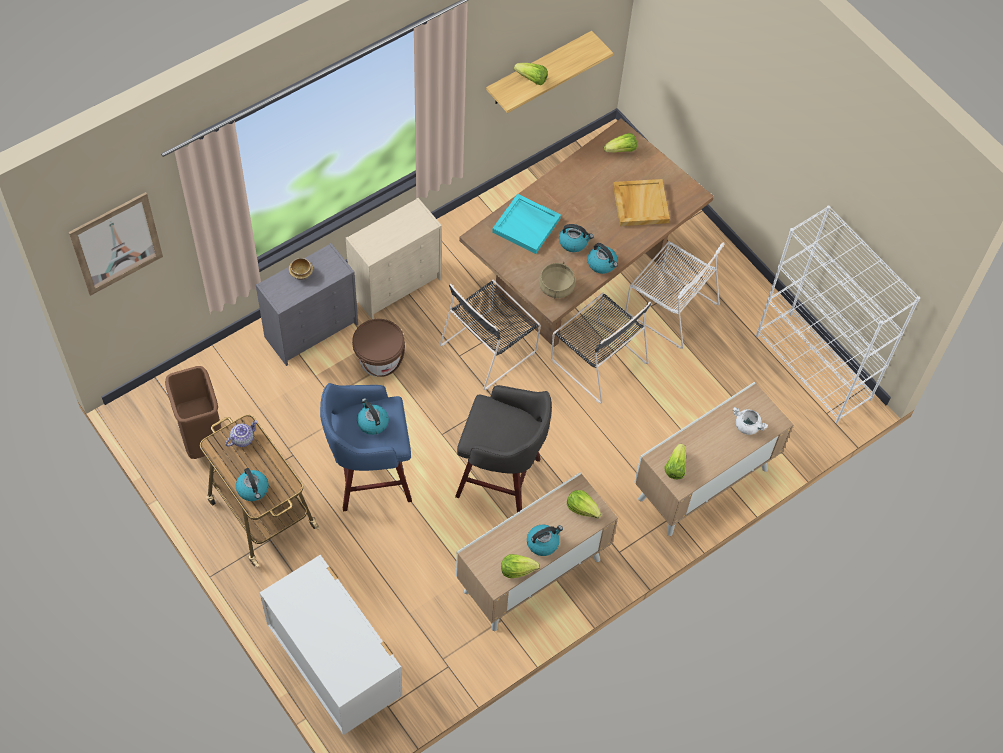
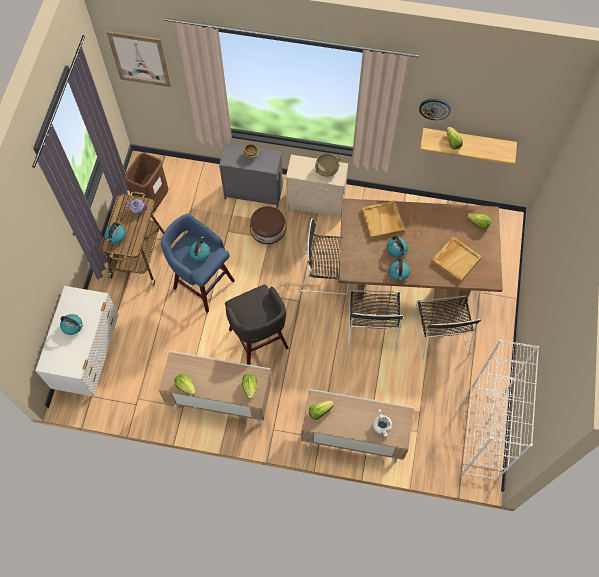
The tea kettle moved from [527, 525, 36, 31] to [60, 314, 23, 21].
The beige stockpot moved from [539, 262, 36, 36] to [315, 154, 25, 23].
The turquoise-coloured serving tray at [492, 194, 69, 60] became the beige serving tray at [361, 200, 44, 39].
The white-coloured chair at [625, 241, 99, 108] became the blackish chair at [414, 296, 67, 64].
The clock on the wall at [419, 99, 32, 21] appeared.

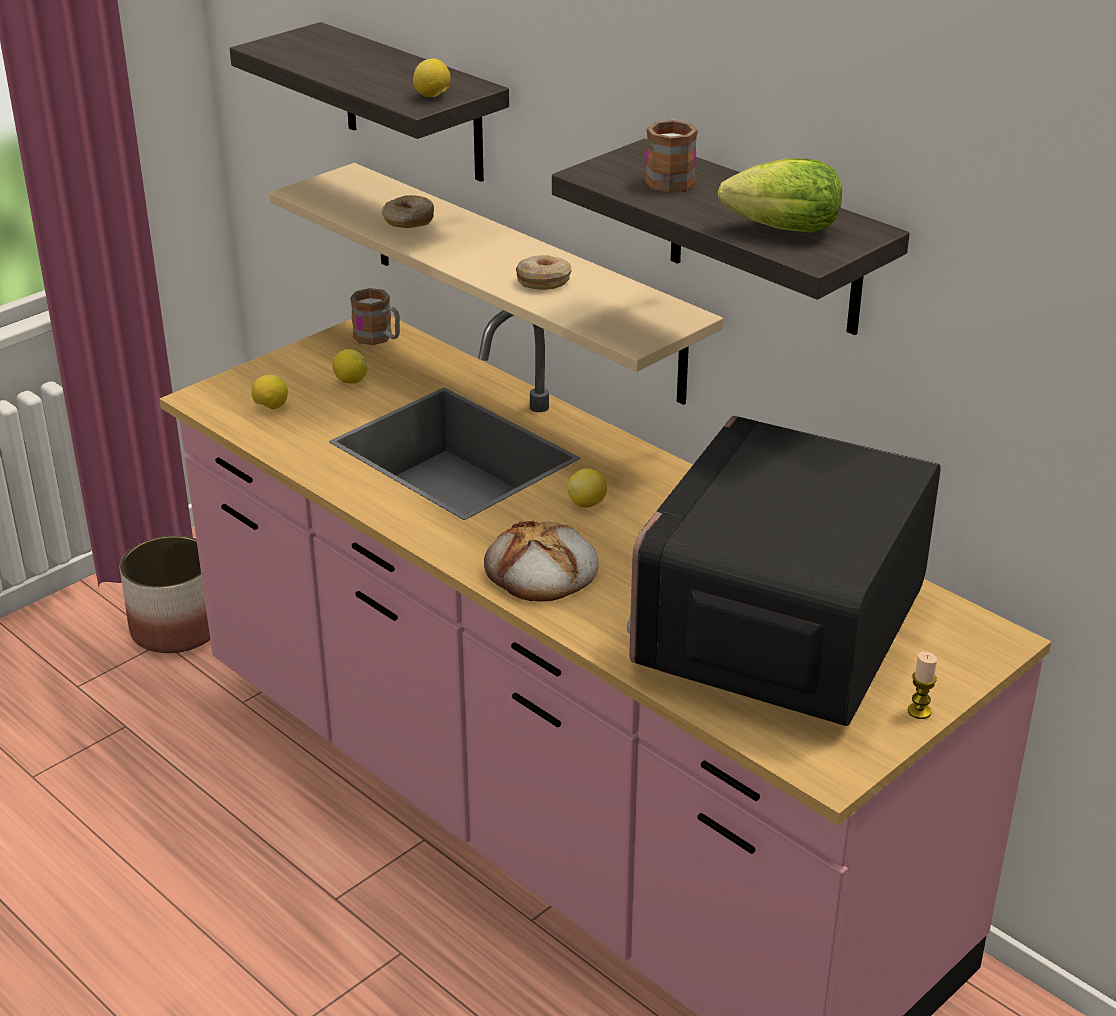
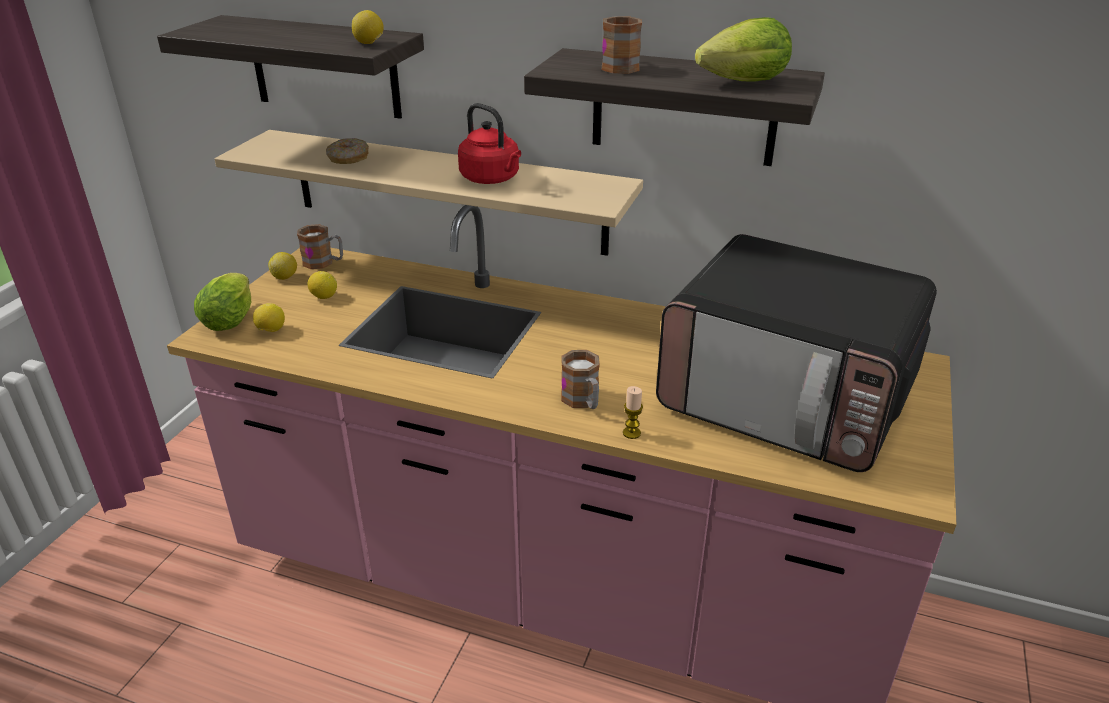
The lettuce head at [194, 273, 57, 58] appeared.
The lemon moved from [568, 468, 39, 40] to [268, 252, 29, 28].
The donut at [516, 255, 56, 35] was replaced by the reddish tea kettle at [458, 103, 63, 81].
The bakery bread at [484, 521, 115, 81] was replaced by the mug at [561, 350, 39, 59].
The wax candle moved from [908, 652, 29, 67] to [623, 386, 20, 53].
The microwave at [627, 416, 313, 310] turned 60 degrees counterclockwise.
The planter at [120, 535, 90, 118] disappeared.

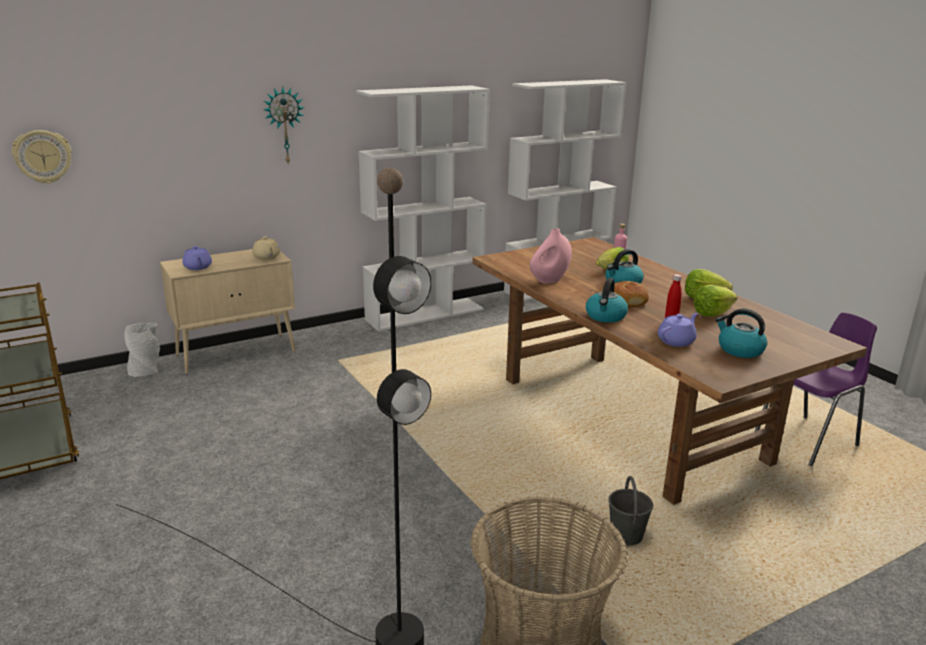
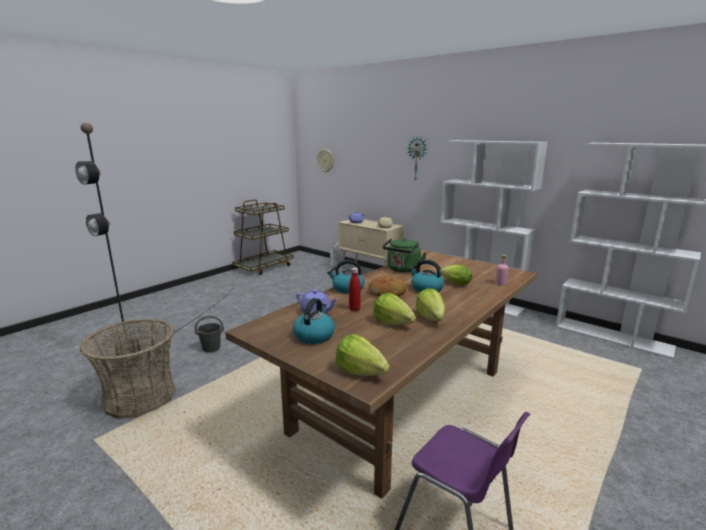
The grey water bucket moved from [608, 476, 45, 69] to [195, 316, 29, 37].
The lettuce head at [336, 334, 54, 42] appeared.
The pink flower vase at [530, 228, 42, 56] was replaced by the green tea kettle at [383, 238, 44, 34].

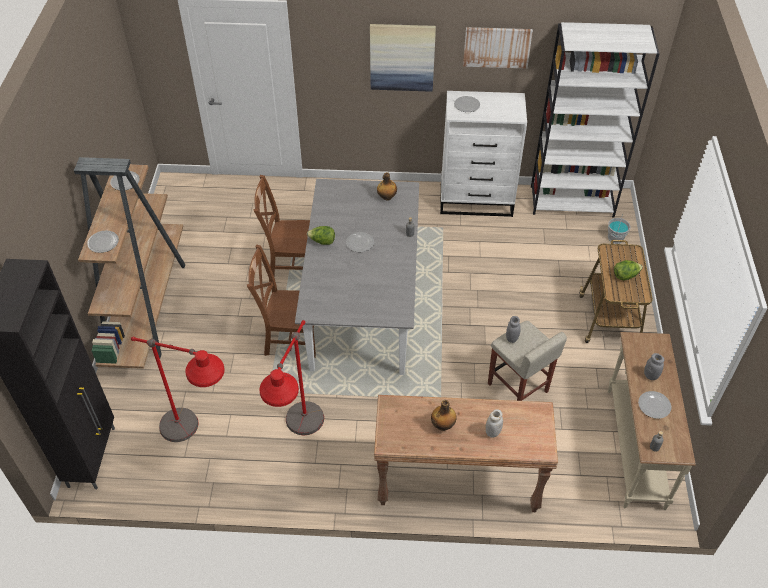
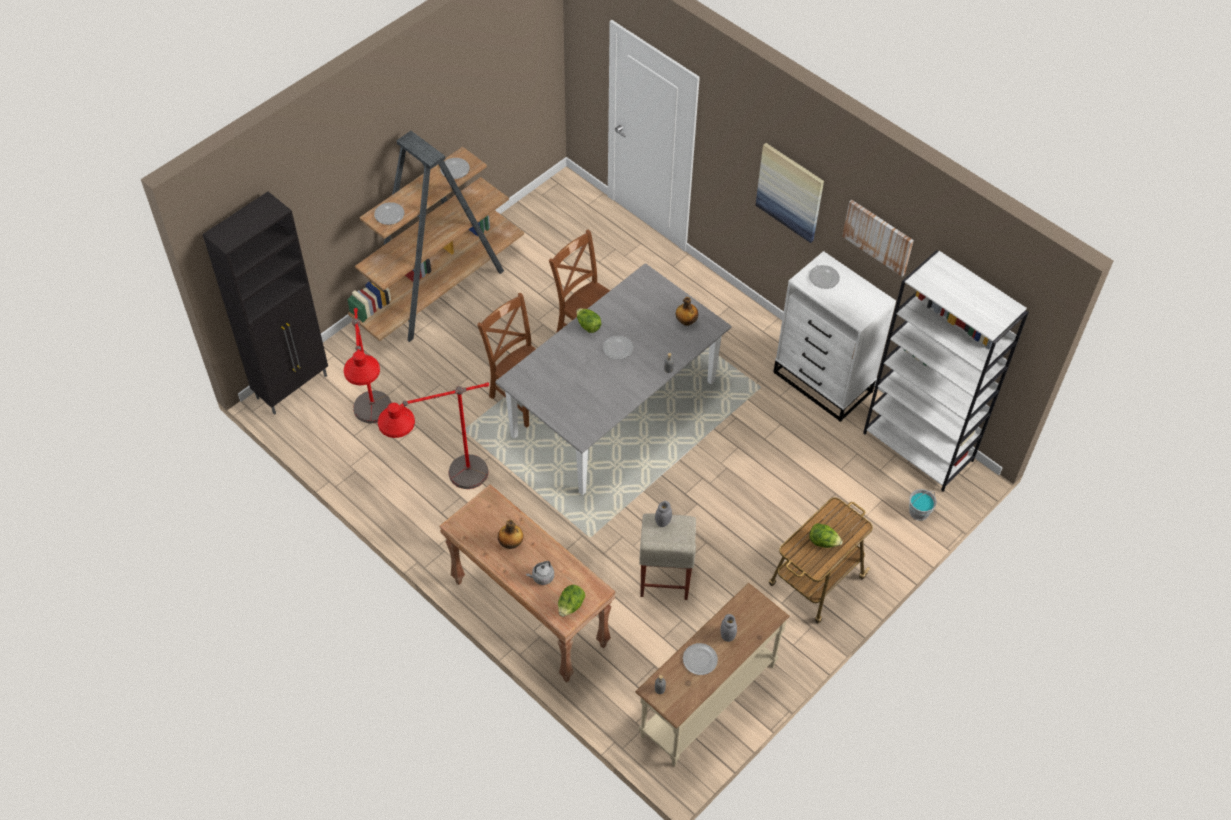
The white-coloured storage jar at [486, 409, 17, 29] was replaced by the grey tea kettle at [526, 561, 28, 24].
The lettuce head at [558, 585, 27, 32] appeared.

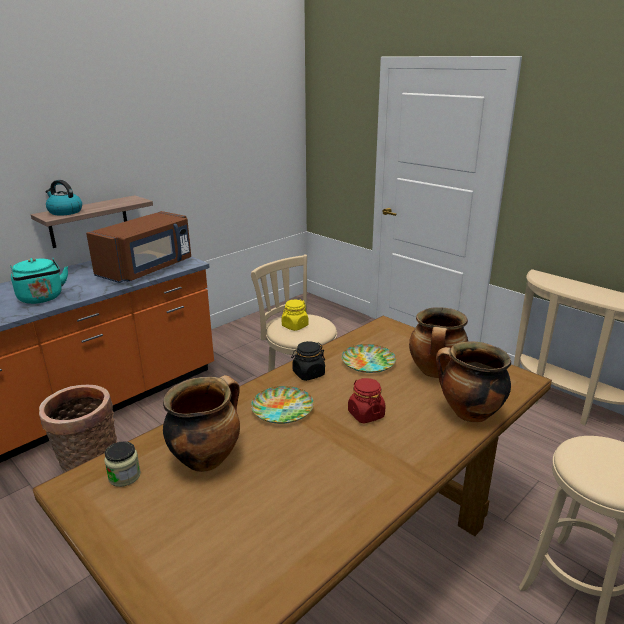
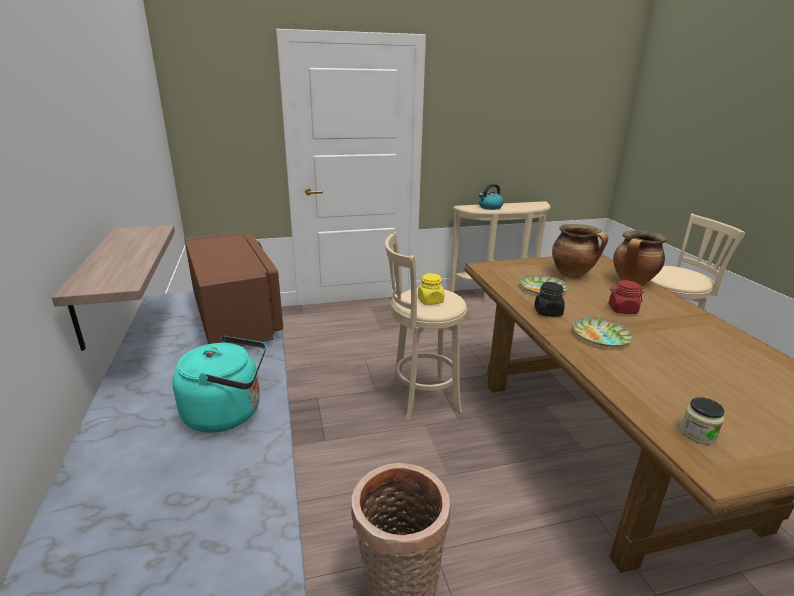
The tea kettle moved from [45, 180, 37, 36] to [479, 184, 25, 26].
The stockpot at [163, 375, 77, 97] disappeared.

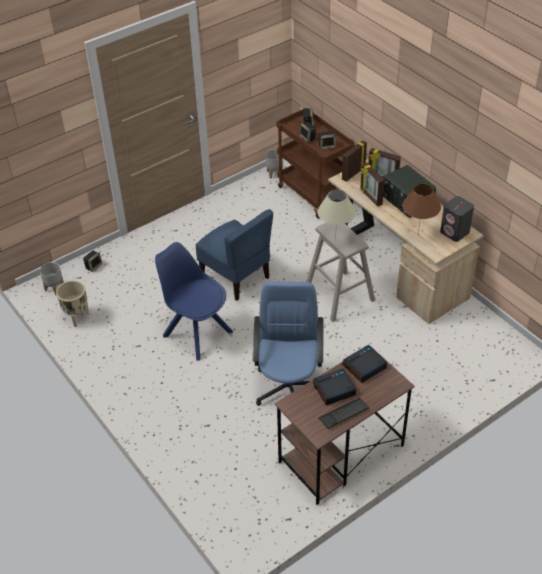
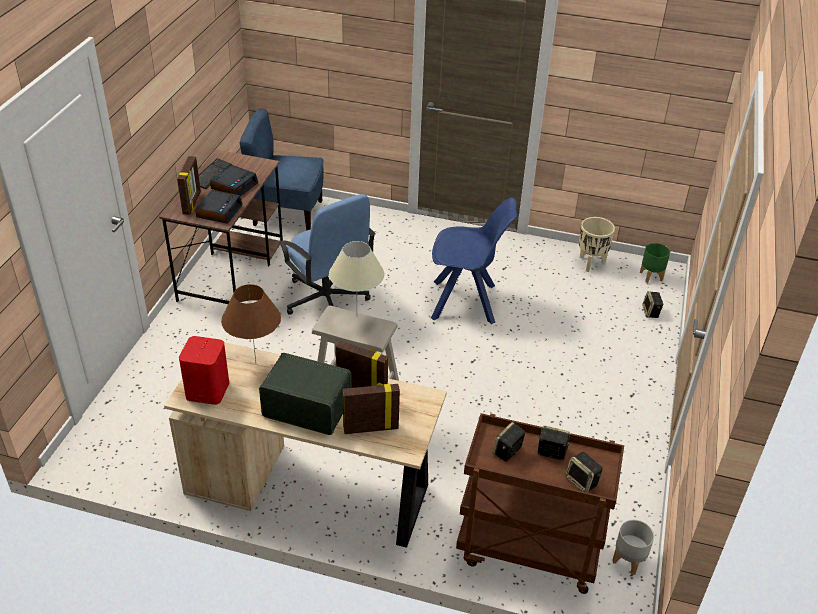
The standing frame moved from [342, 140, 25, 42] to [177, 156, 24, 59].
The grey loudspeaker at [440, 196, 34, 46] became the reddish loudspeaker at [179, 336, 50, 69].
The bluish chair moved from [195, 209, 78, 92] to [240, 109, 84, 122].
The grey planter at [40, 262, 24, 33] became the green planter at [640, 243, 30, 40].

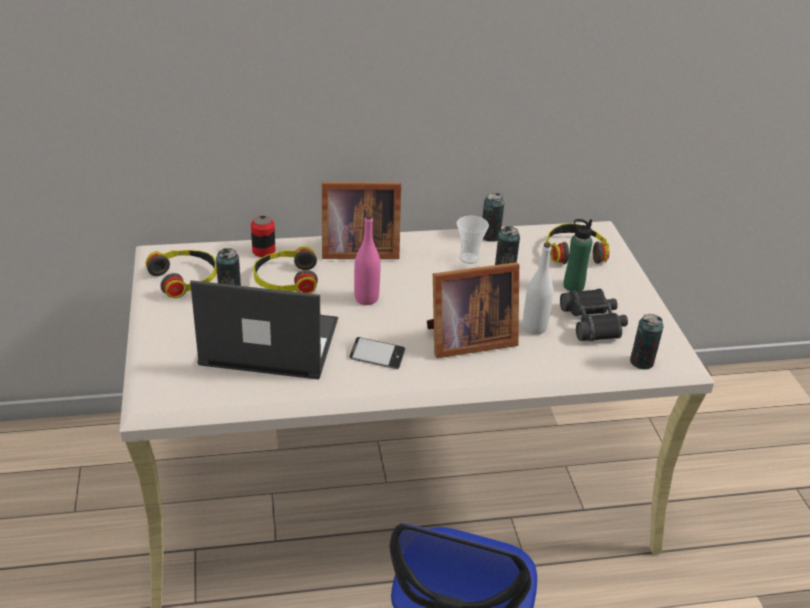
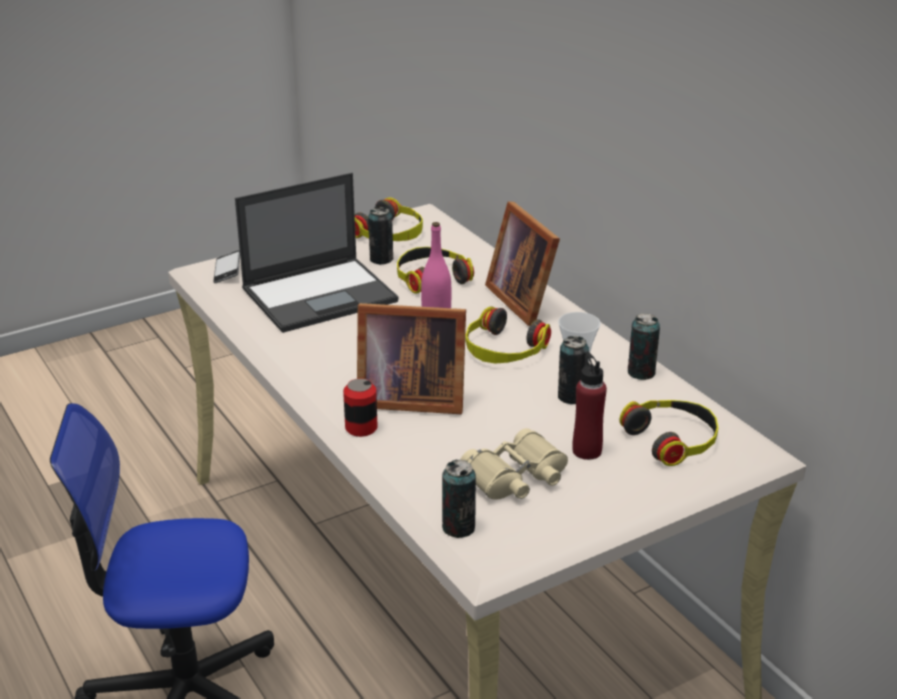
The phone moved from [349, 337, 57, 32] to [213, 250, 27, 33].
The notebook computer at [190, 280, 148, 100] turned 75 degrees clockwise.
The sealed can moved from [251, 216, 24, 41] to [343, 378, 35, 59].
The standing frame at [427, 262, 92, 96] turned 45 degrees counterclockwise.
The blackish field glasses at [560, 288, 68, 53] became the beige field glasses at [460, 428, 108, 72].
The pair of headphones at [465, 306, 86, 58] appeared.
The green beverage bottle at [564, 219, 29, 72] became the reddish beverage bottle at [572, 352, 35, 108].
The white-coloured beverage bottle at [523, 242, 30, 93] disappeared.

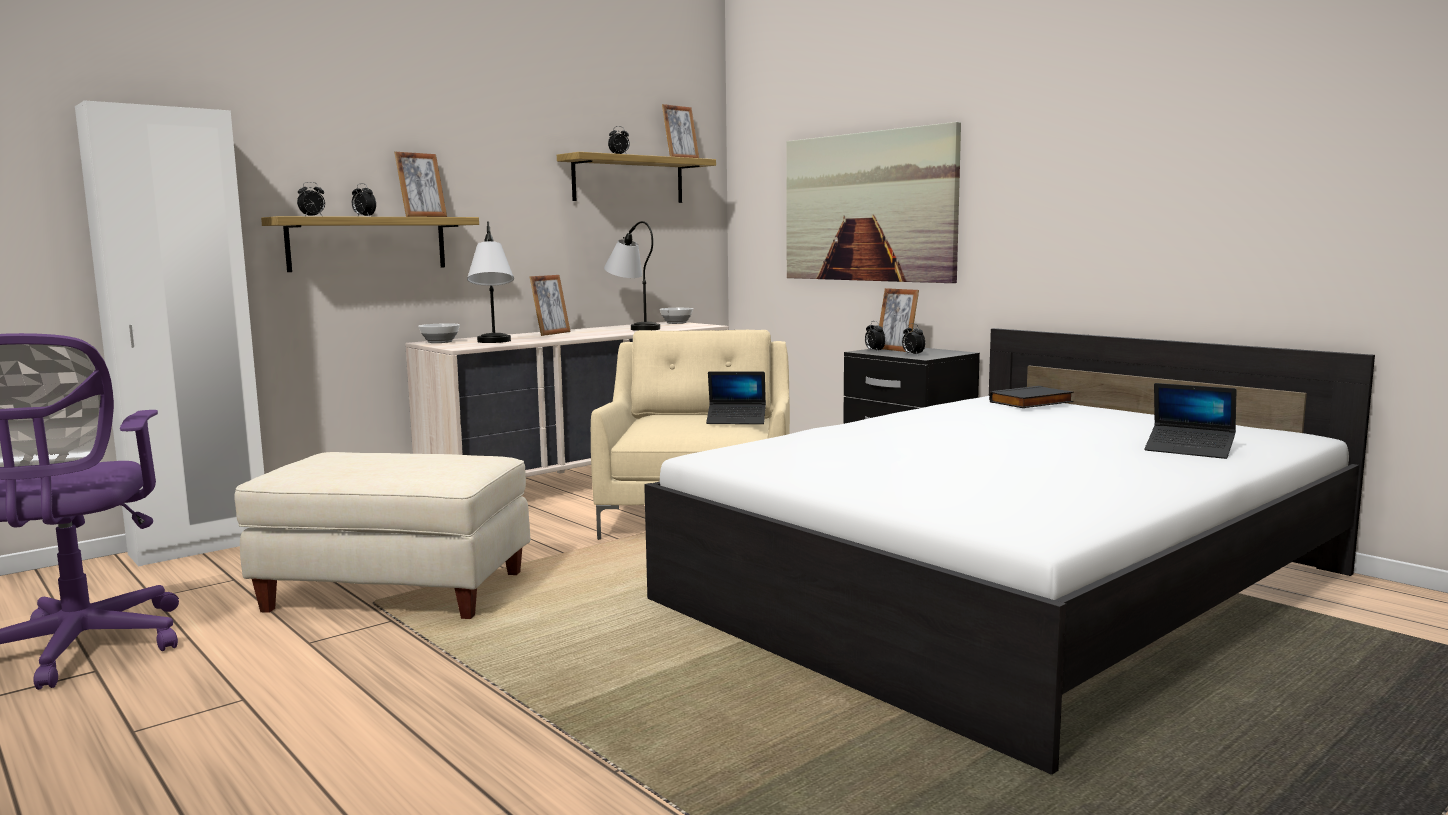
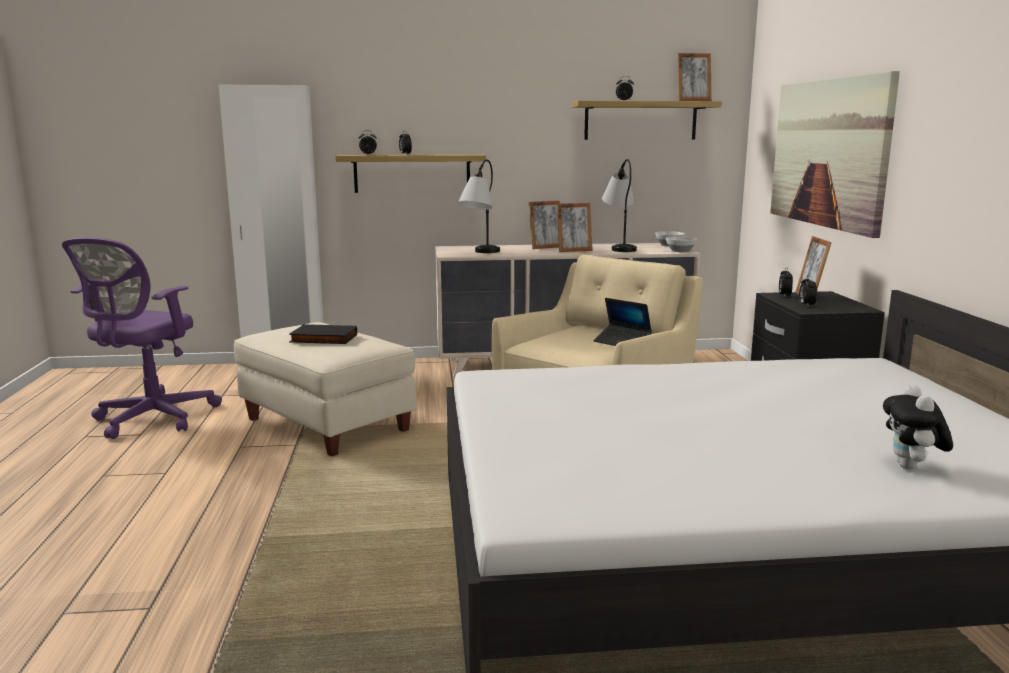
The blackish bound book moved from [989, 386, 85, 22] to [289, 324, 68, 20].
The standing frame moved from [394, 152, 53, 65] to [557, 203, 36, 49].
The bowl moved from [418, 323, 42, 20] to [666, 236, 31, 16].
The notebook computer at [1144, 383, 92, 76] was replaced by the soft toy at [883, 385, 70, 85].

